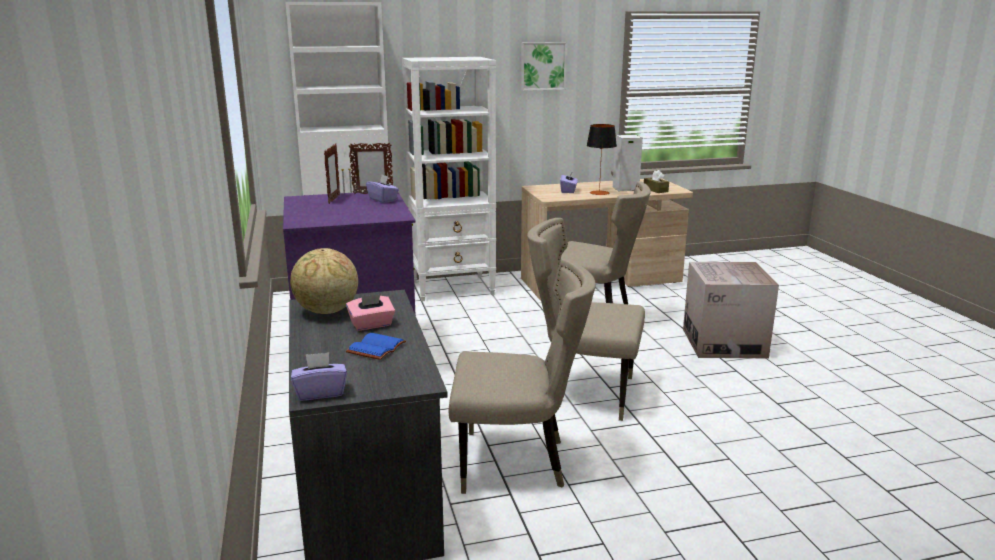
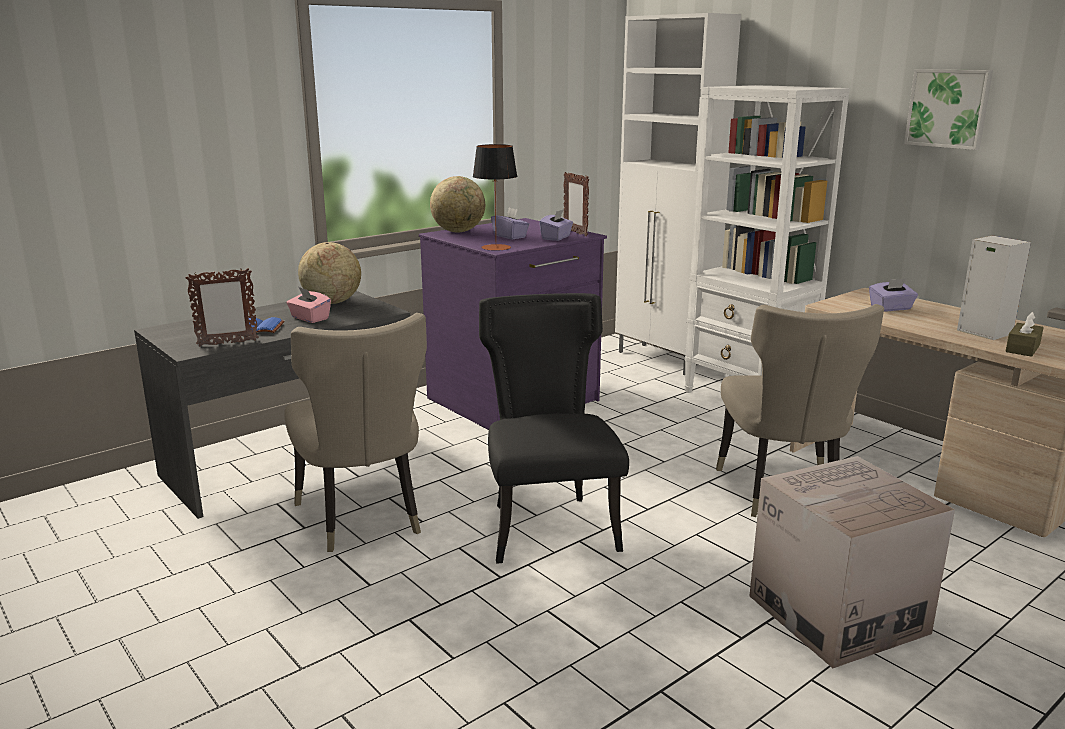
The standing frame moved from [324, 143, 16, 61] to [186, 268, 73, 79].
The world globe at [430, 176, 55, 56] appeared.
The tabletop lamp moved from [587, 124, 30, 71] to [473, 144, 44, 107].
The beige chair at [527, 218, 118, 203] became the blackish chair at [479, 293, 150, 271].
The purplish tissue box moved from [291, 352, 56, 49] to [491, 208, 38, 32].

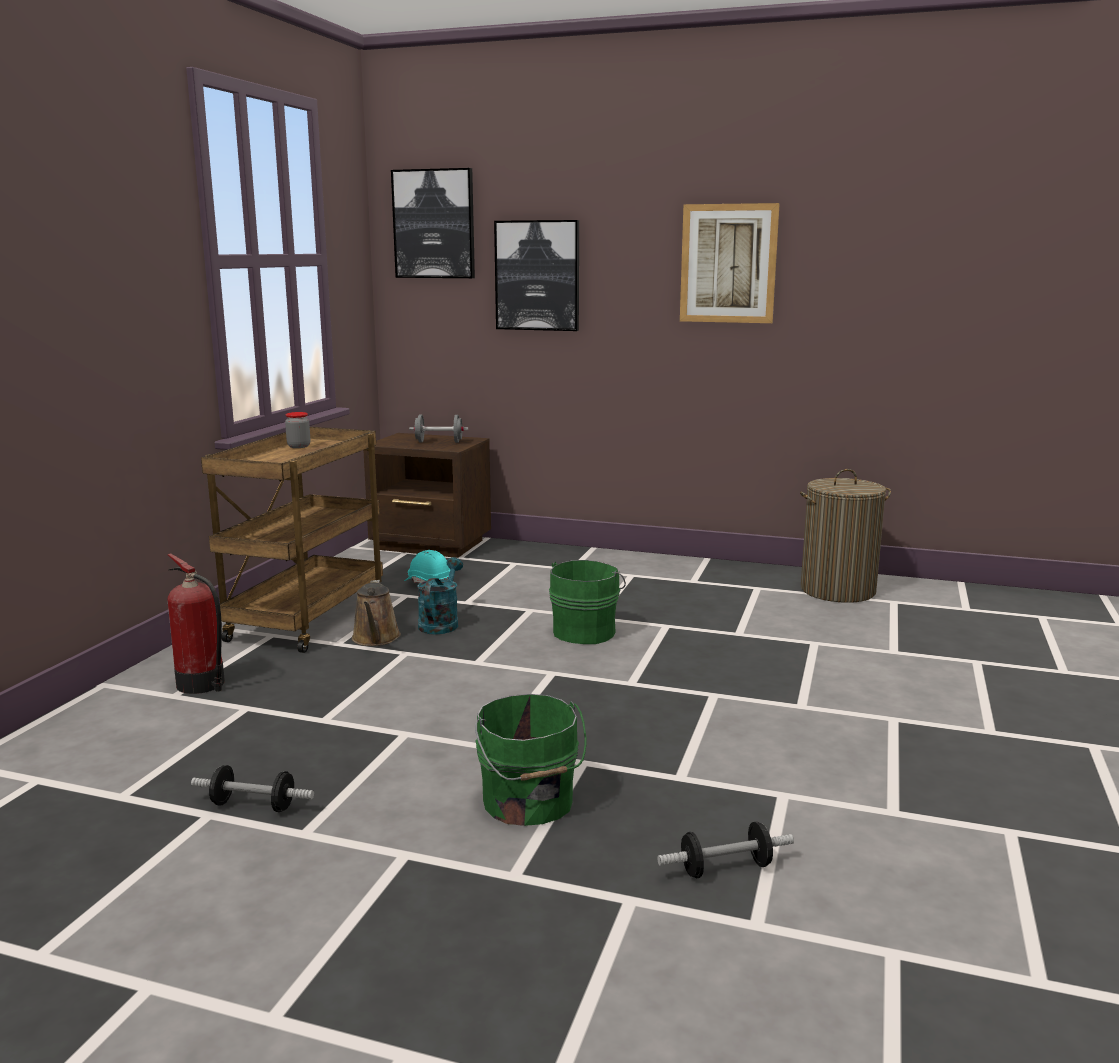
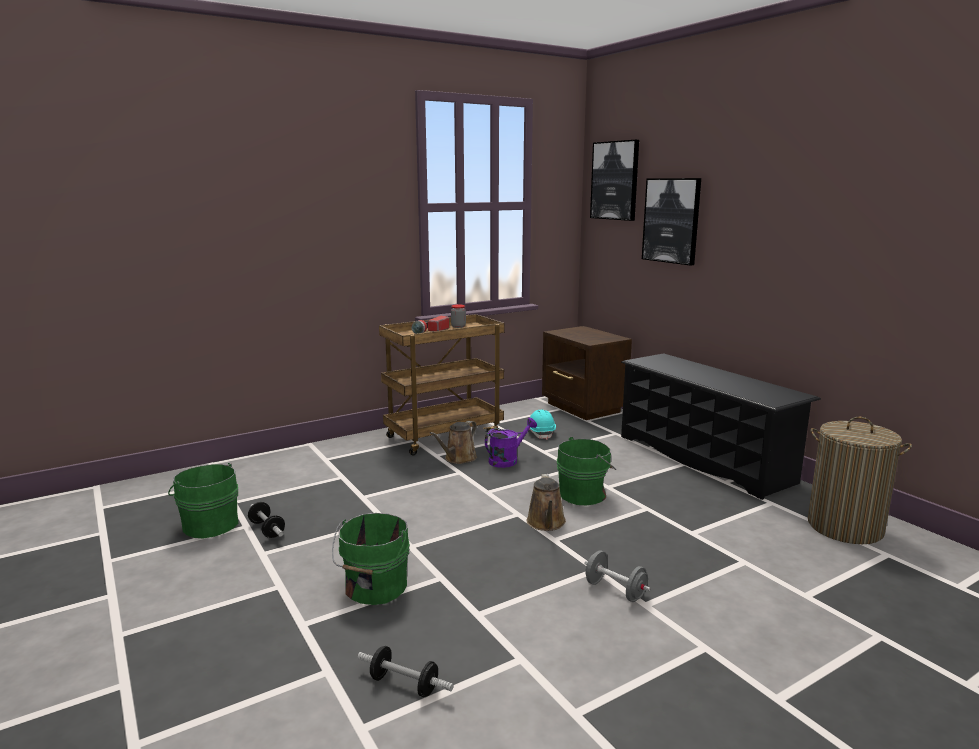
The green water bucket at [168, 463, 70, 75] appeared.
The flashlight at [411, 316, 38, 18] appeared.
The turquoise-coloured watering can at [418, 557, 45, 78] became the purplish watering can at [485, 418, 52, 50].
The brown watering can at [527, 474, 39, 57] appeared.
The grey hand weight moved from [409, 415, 59, 28] to [584, 550, 67, 52].
The blackish shoe shelf at [621, 353, 200, 147] appeared.
The fire-fighting cylinder at [167, 553, 58, 141] disappeared.
The wall art at [680, 203, 100, 120] disappeared.

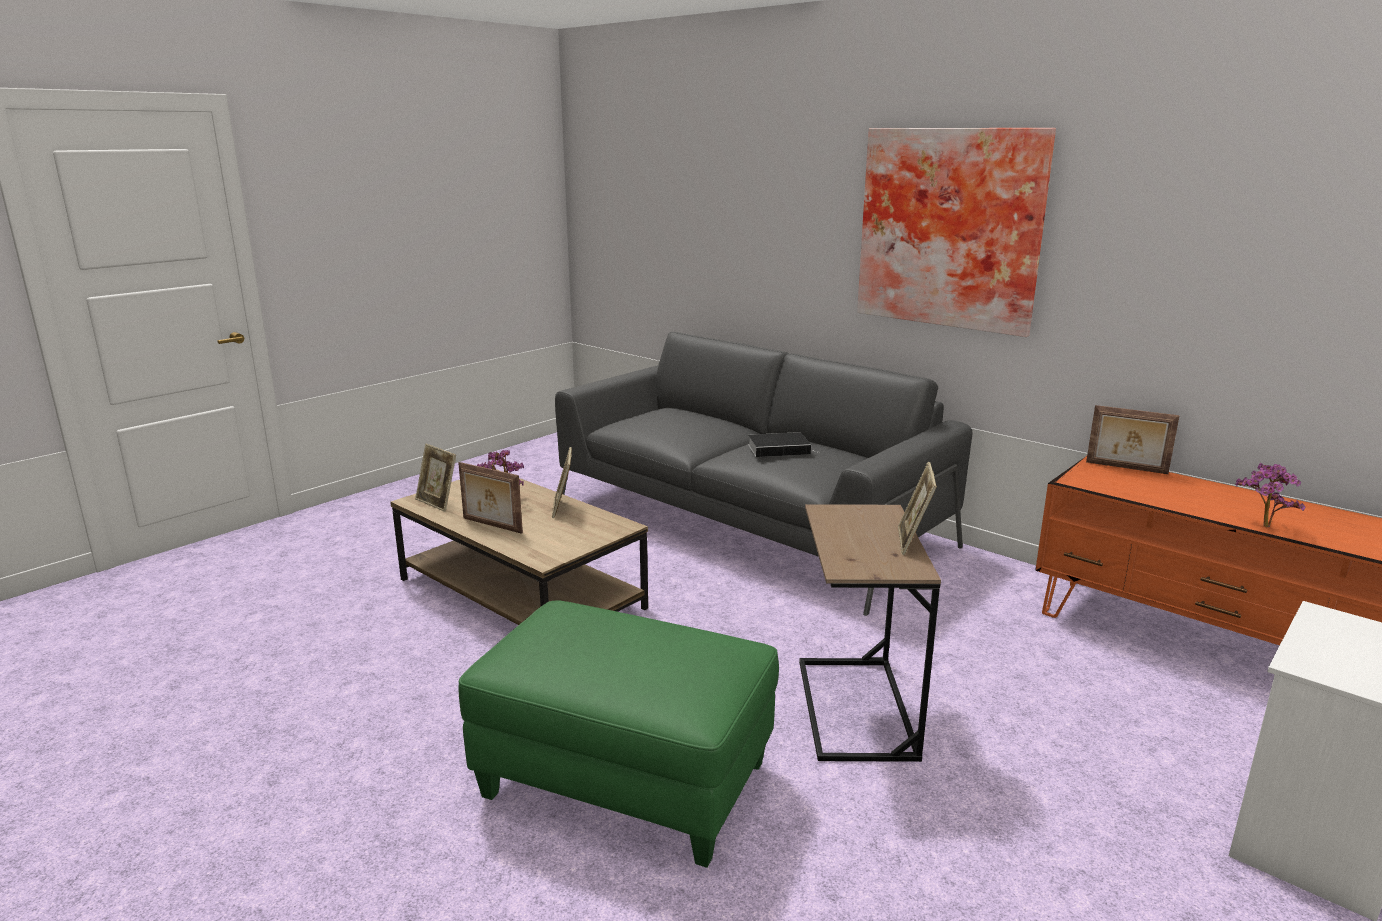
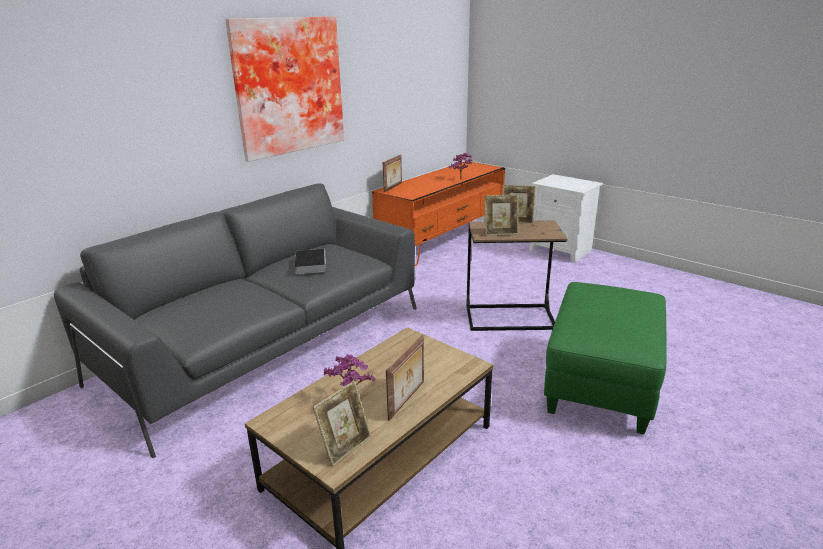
The standing frame moved from [552, 447, 20, 71] to [484, 195, 35, 41].

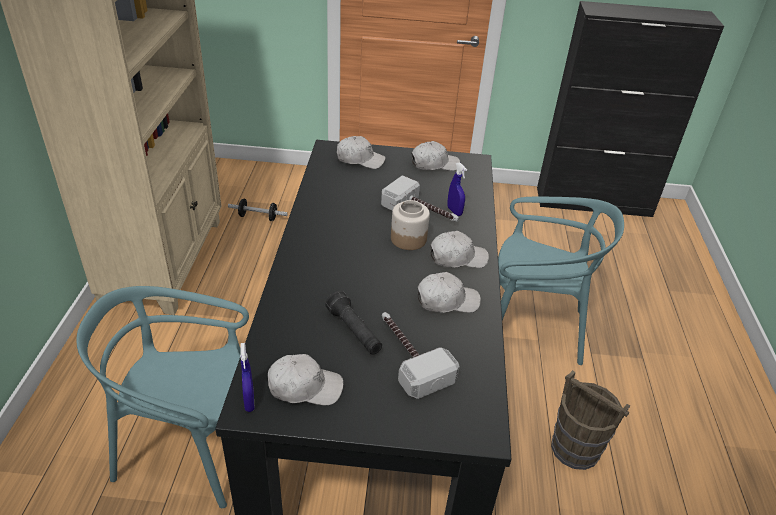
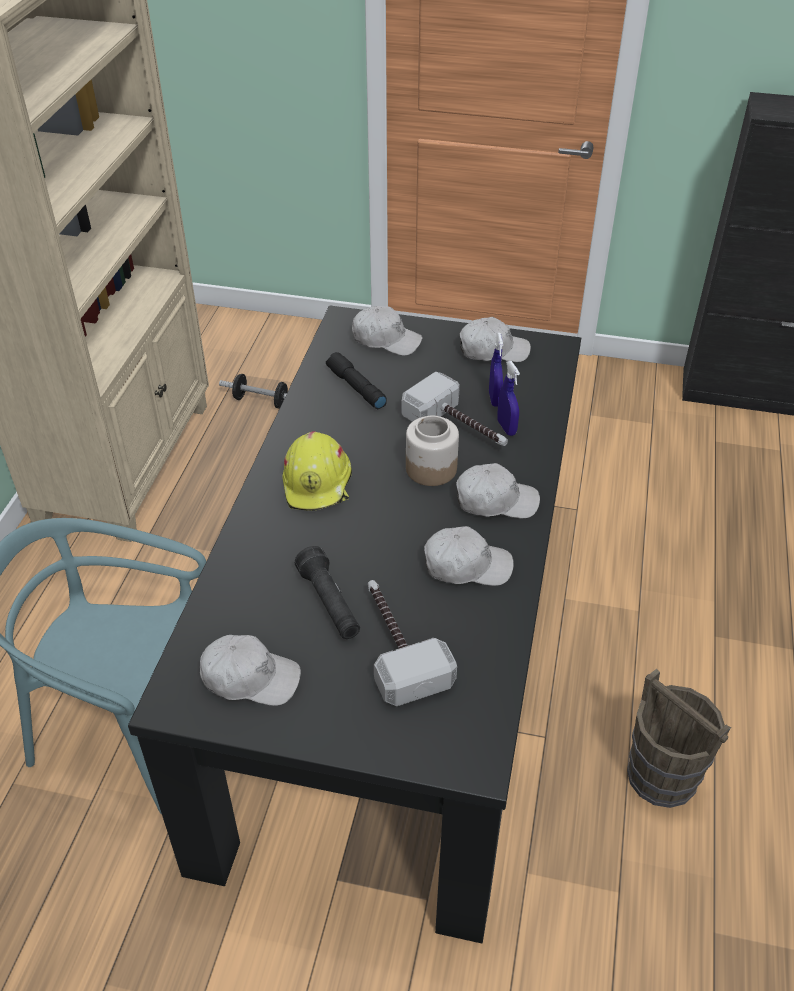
The yellowish safety helmet at [282, 431, 70, 80] appeared.
The blackish flashlight at [326, 352, 61, 57] appeared.
The bluish sprayer moved from [240, 343, 15, 69] to [489, 333, 14, 74].
The turquoise-coloured chair at [498, 197, 126, 168] disappeared.

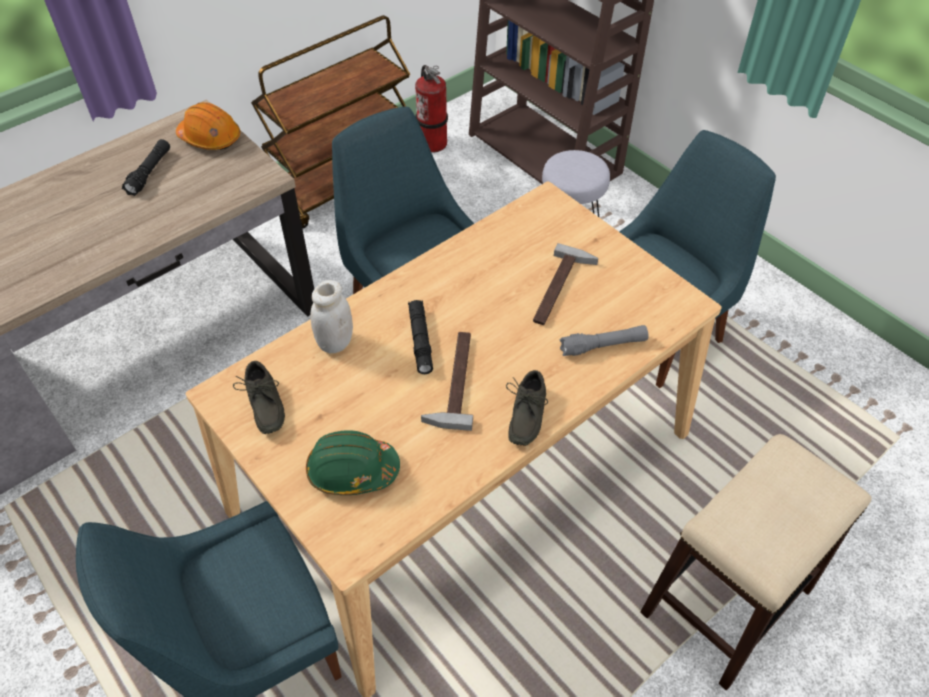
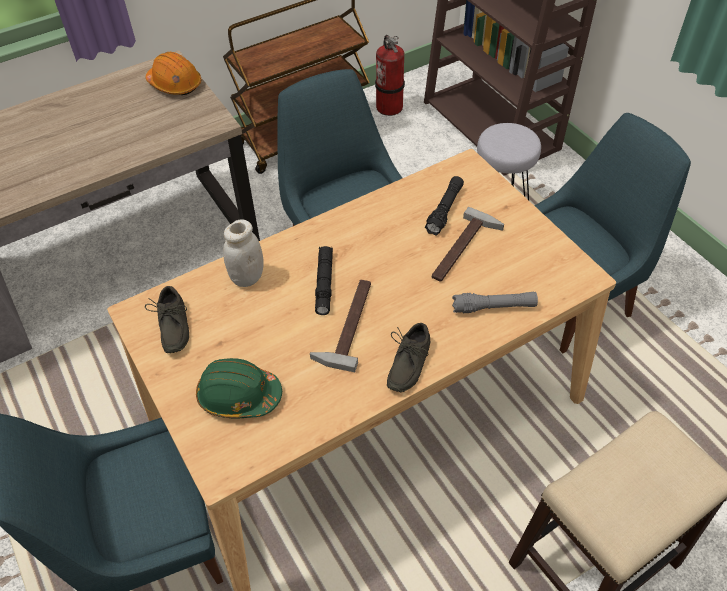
The blackish flashlight moved from [122, 139, 48, 57] to [425, 176, 39, 60].

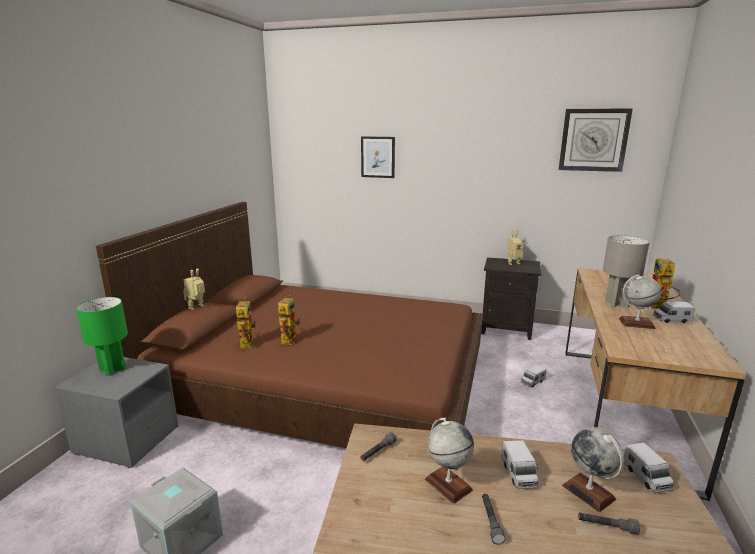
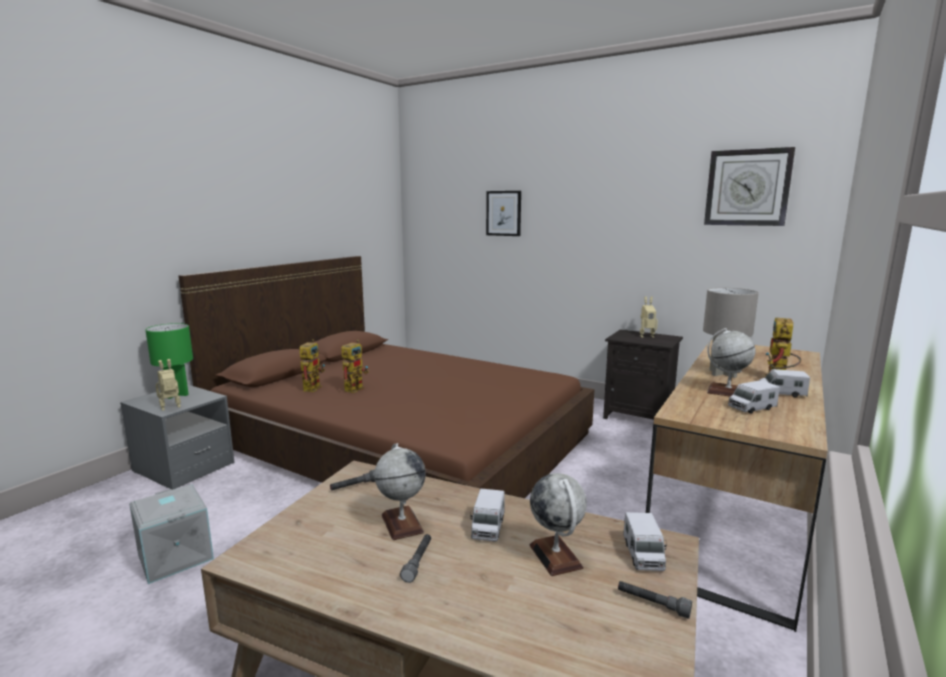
The toy robot moved from [183, 268, 22, 42] to [155, 359, 26, 52].
The grey flashlight moved from [578, 512, 62, 23] to [618, 581, 74, 38].
The toy lorry moved from [521, 365, 25, 22] to [728, 380, 52, 34].

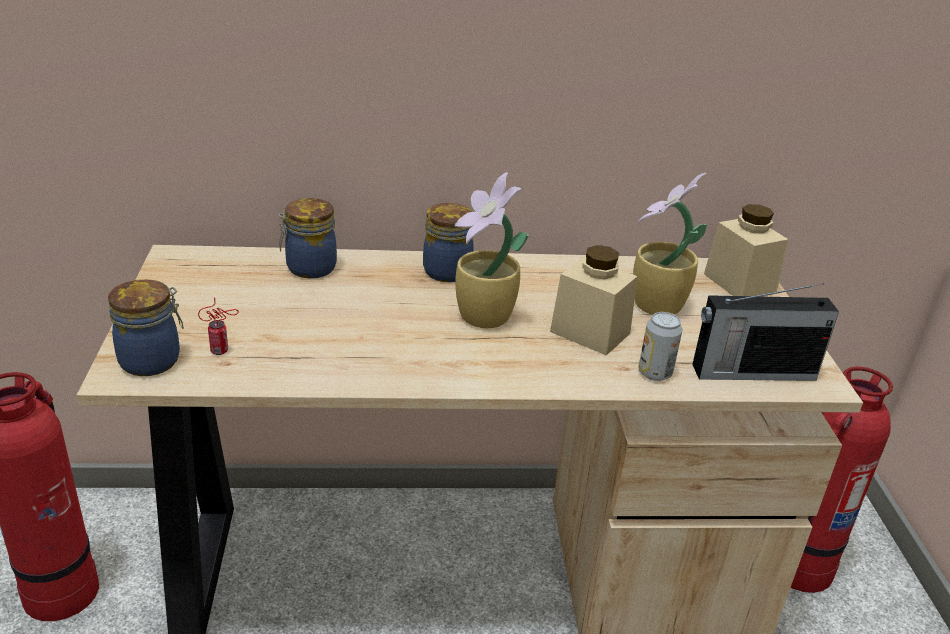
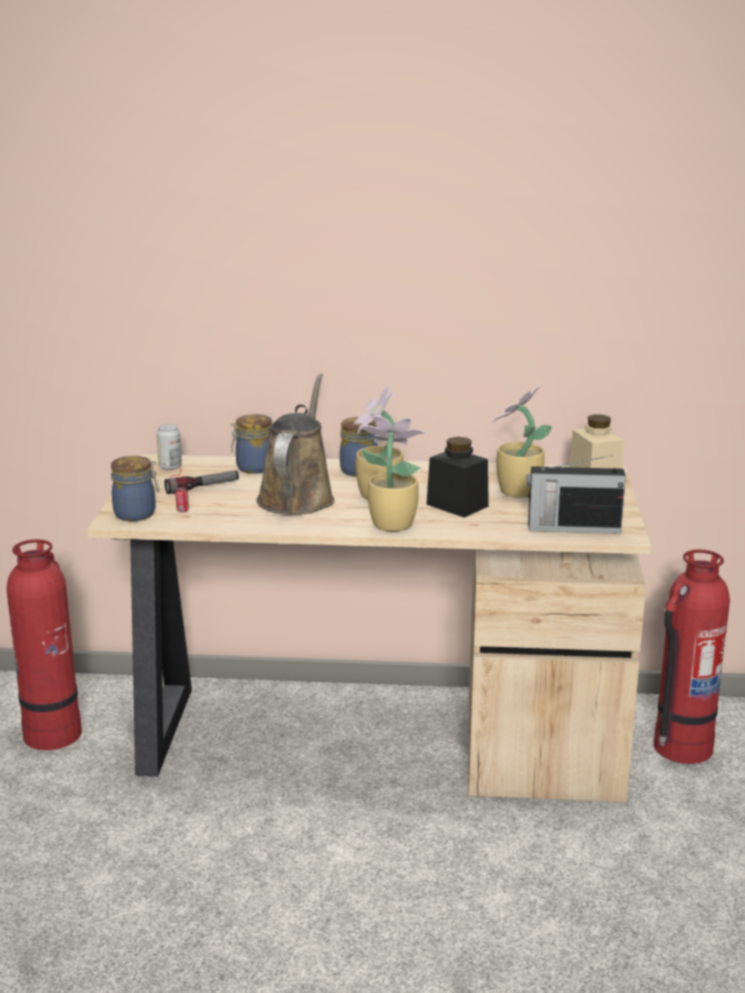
The sealed can moved from [639, 312, 43, 69] to [157, 424, 25, 46].
The flashlight at [164, 470, 75, 24] appeared.
The brown watering can at [256, 373, 79, 142] appeared.
The potted plant at [358, 416, 67, 115] appeared.
The beige storage jar at [550, 245, 88, 111] became the blackish storage jar at [426, 437, 63, 80].

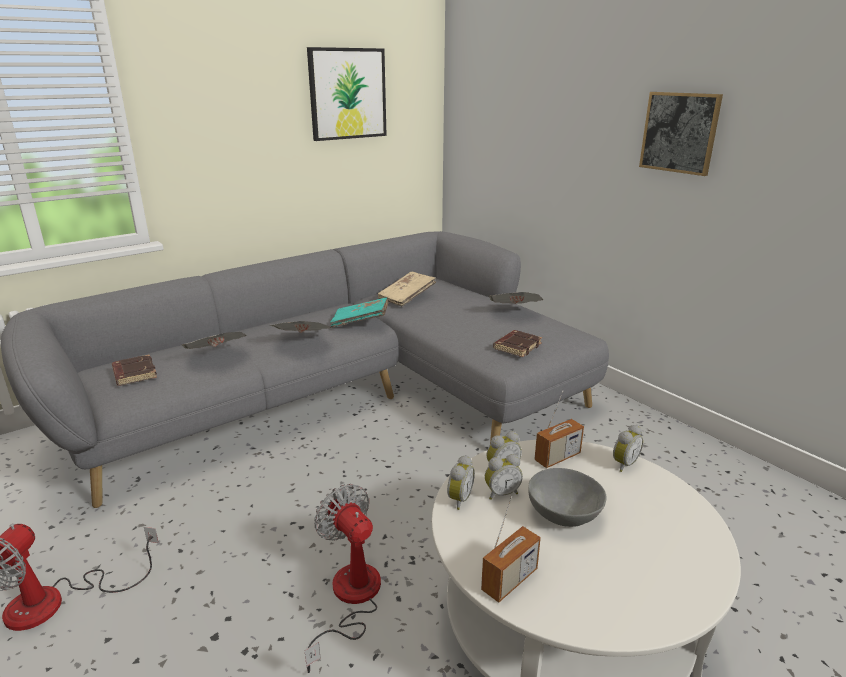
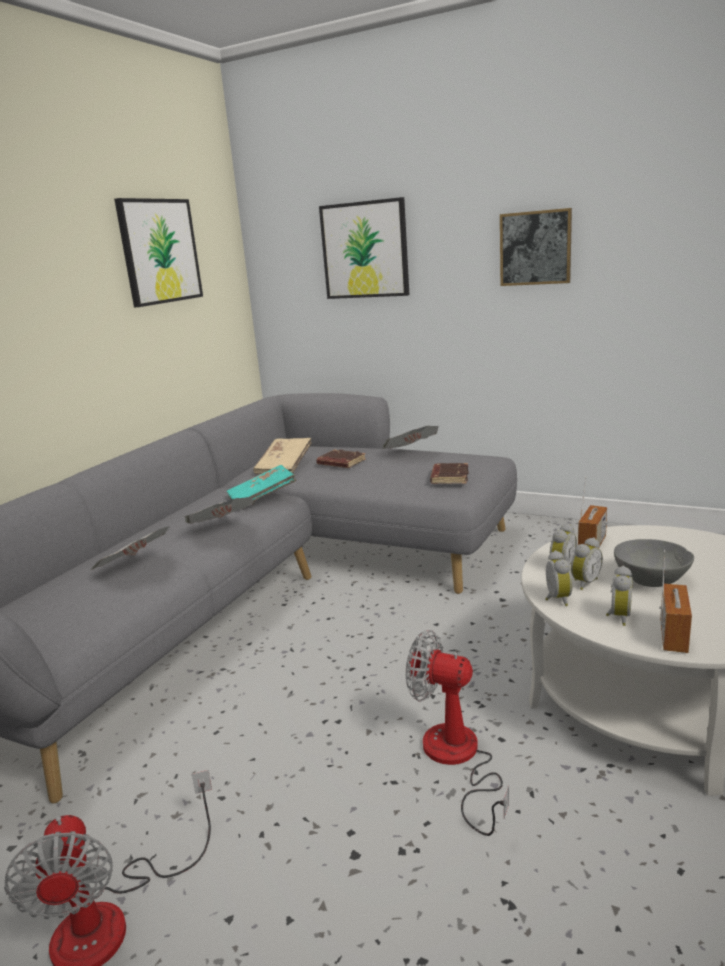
The brown bound book moved from [112, 355, 45, 31] to [316, 449, 50, 19].
The wall art at [319, 197, 90, 102] appeared.
The bedside clock moved from [613, 425, 30, 47] to [606, 565, 27, 61].

